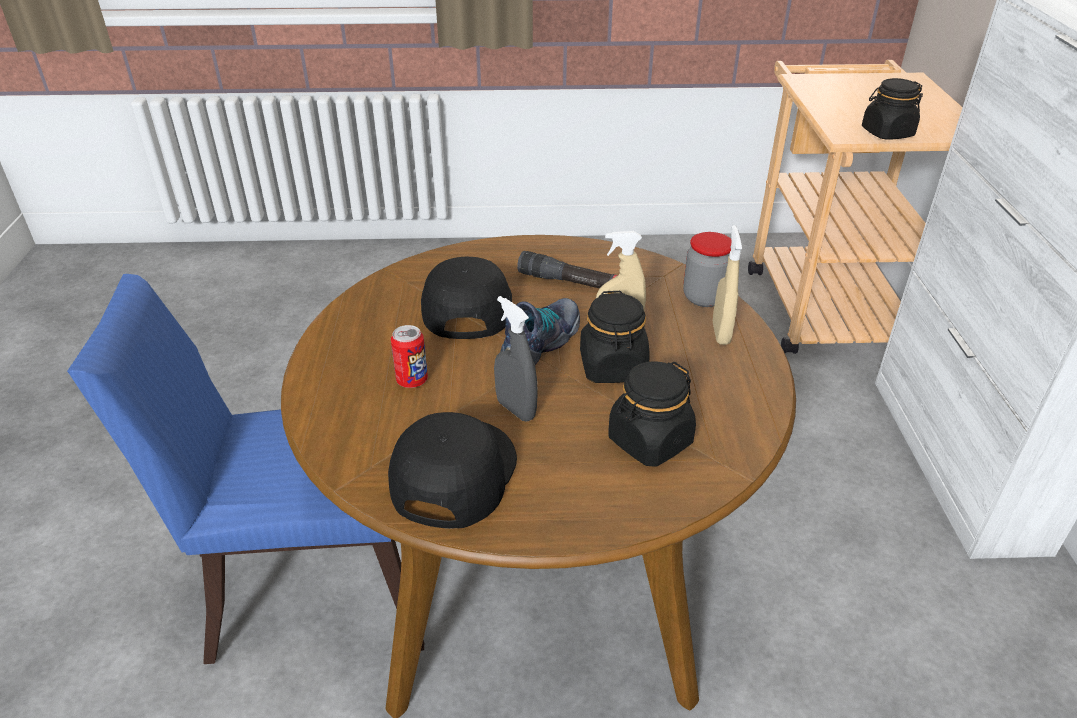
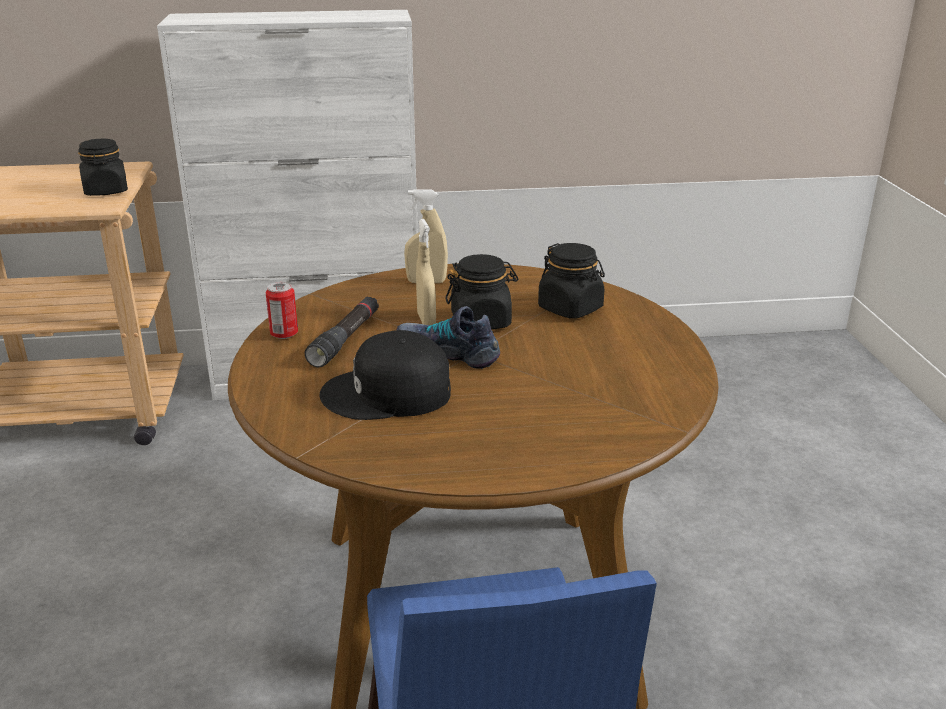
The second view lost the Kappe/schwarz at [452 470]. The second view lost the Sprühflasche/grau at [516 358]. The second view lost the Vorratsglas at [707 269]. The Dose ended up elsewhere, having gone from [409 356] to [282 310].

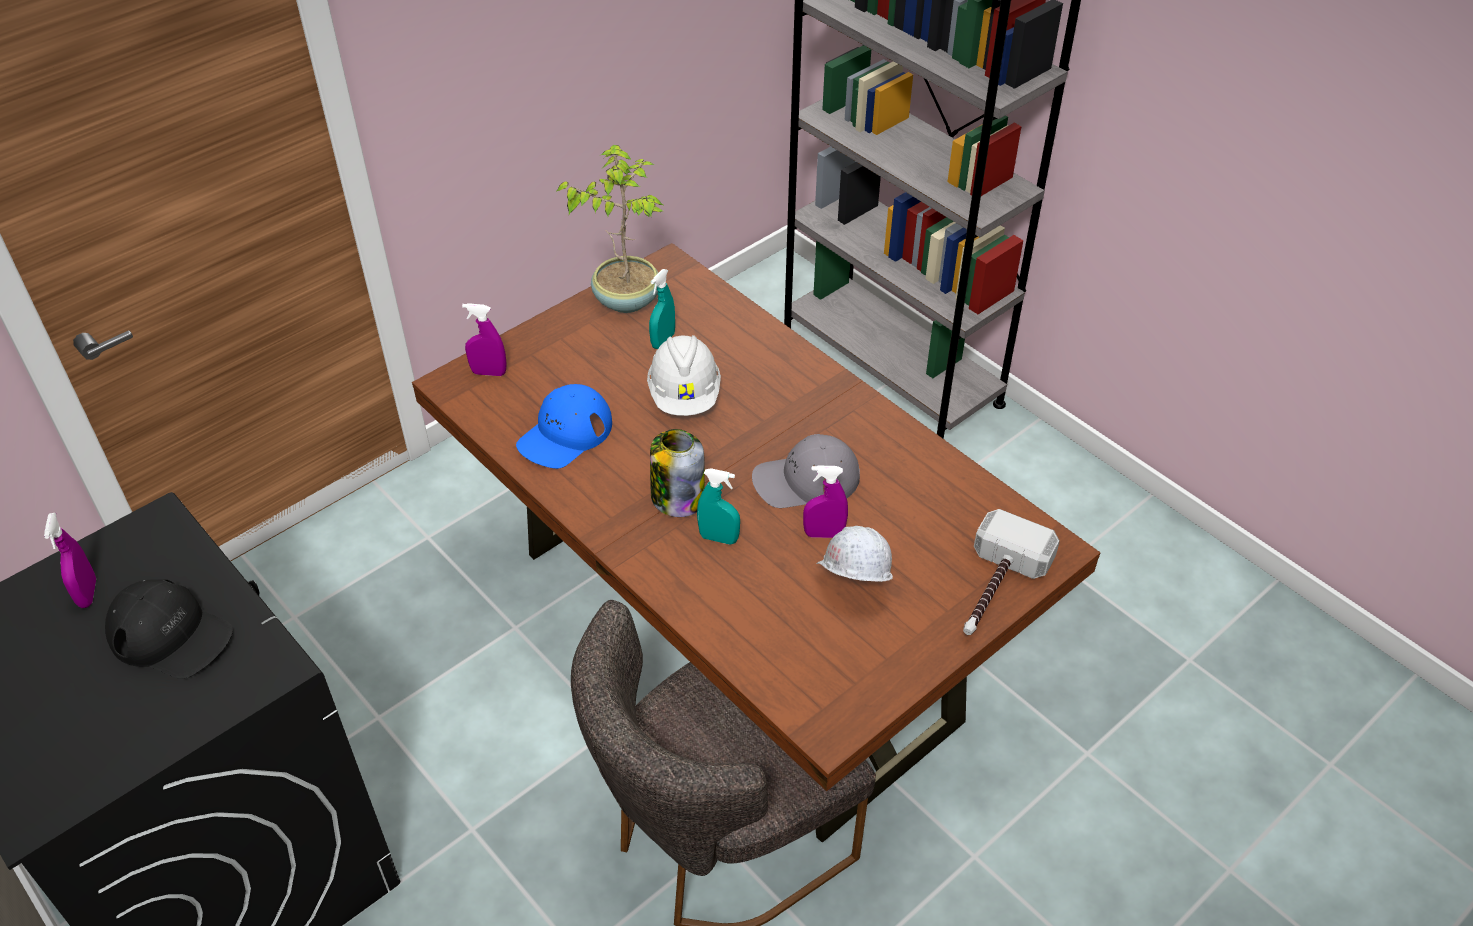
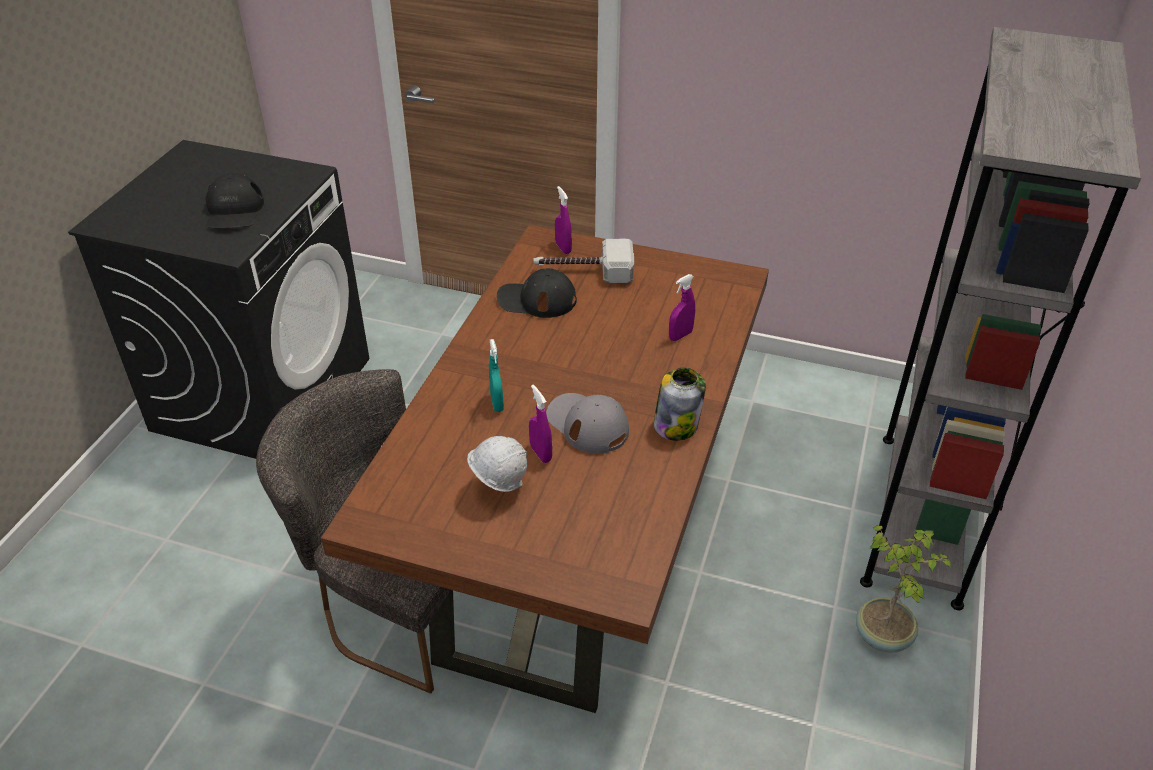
The second view lost the Schutzhelm/weiß at [684 375]. The second view lost the Sprühflasche/türkis at [662 309]. The Sprühflasche/lila ended up elsewhere, having gone from [70 560] to [682 307]. The Topfpflanze ended up elsewhere, having gone from [610 229] to [904 589]. The Vorratsglas ended up elsewhere, having gone from [677 473] to [680 404]. The Hammer ended up elsewhere, having gone from [1011 572] to [584 261]. What was the Kappe/blau at [564 426] turned into the Kappe/schwarz at [537 293].

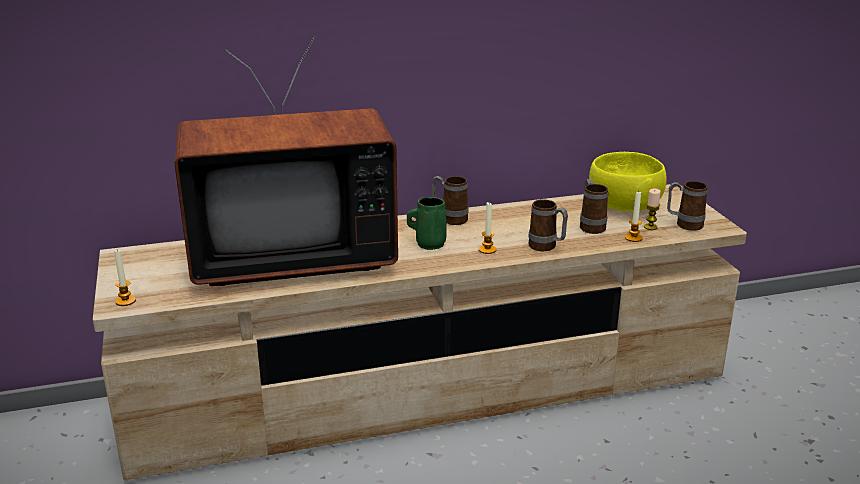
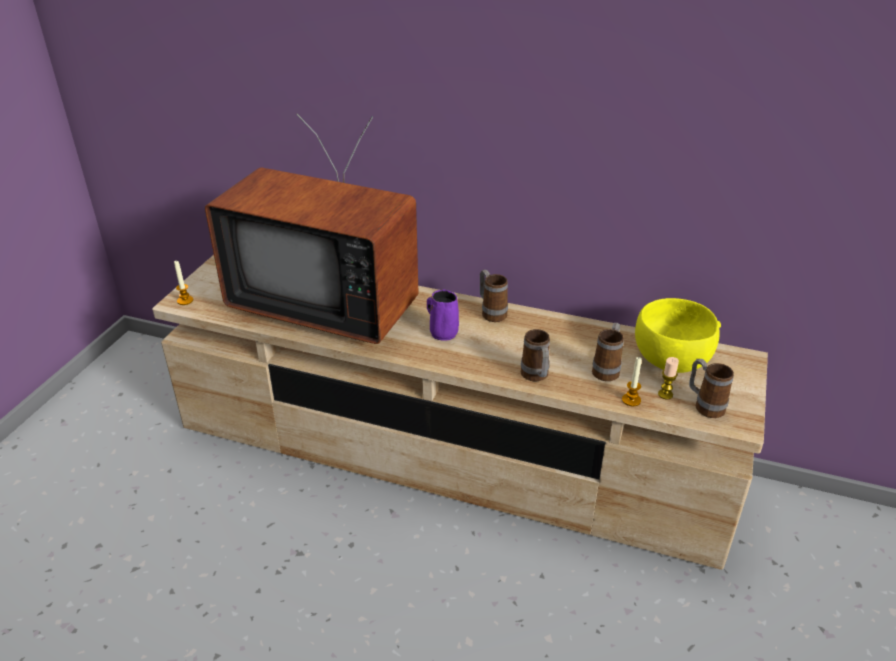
The second view lost the Kerze at [488 228]. What was the Henkelbecher/grün at [427 223] turned into the Henkelbecher/lila at [443 315].

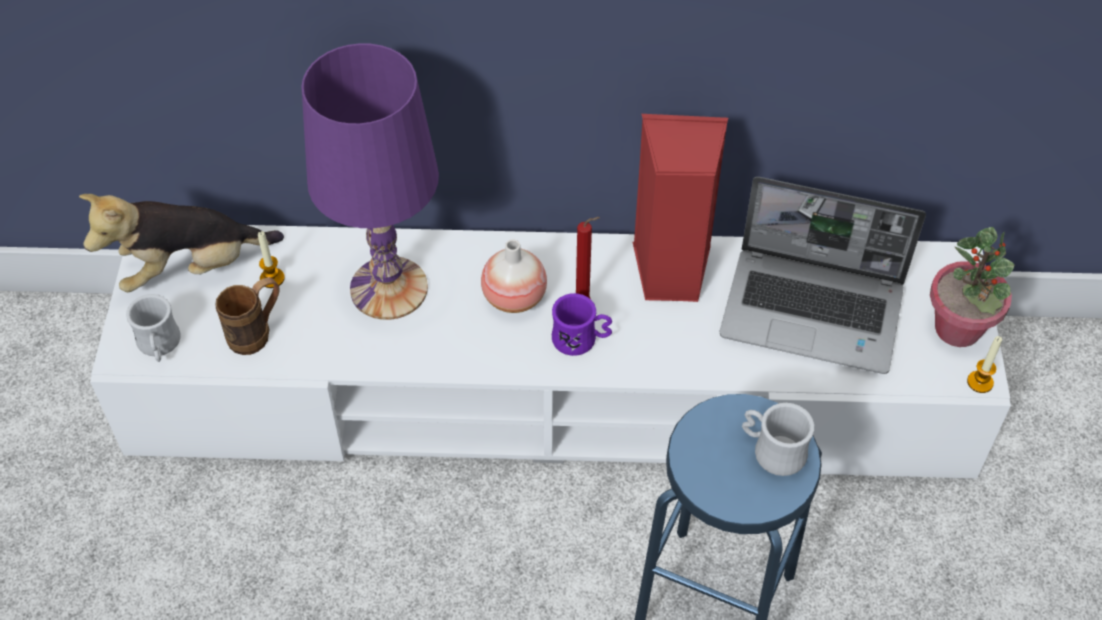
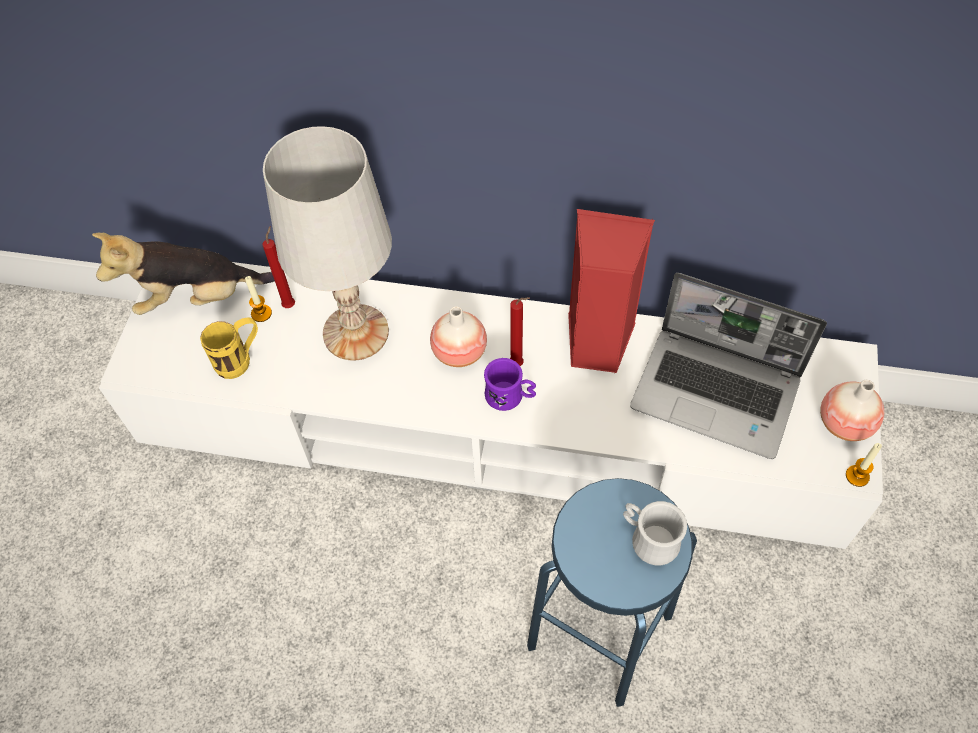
The second view lost the Henkelbecher/weiß at [153 328]. The second view gained the Kerze/rot at [278 267]. Where the Topfpflanze stood at [972 287], the Vase came to stand at [852 410]. What was the Henkelbecher/braun at [247 316] turned into the Henkelbecher/gelb at [229 348]. What was the Tischlampe/lila at [370 181] turned into the Tischlampe/weiß at [327 243].

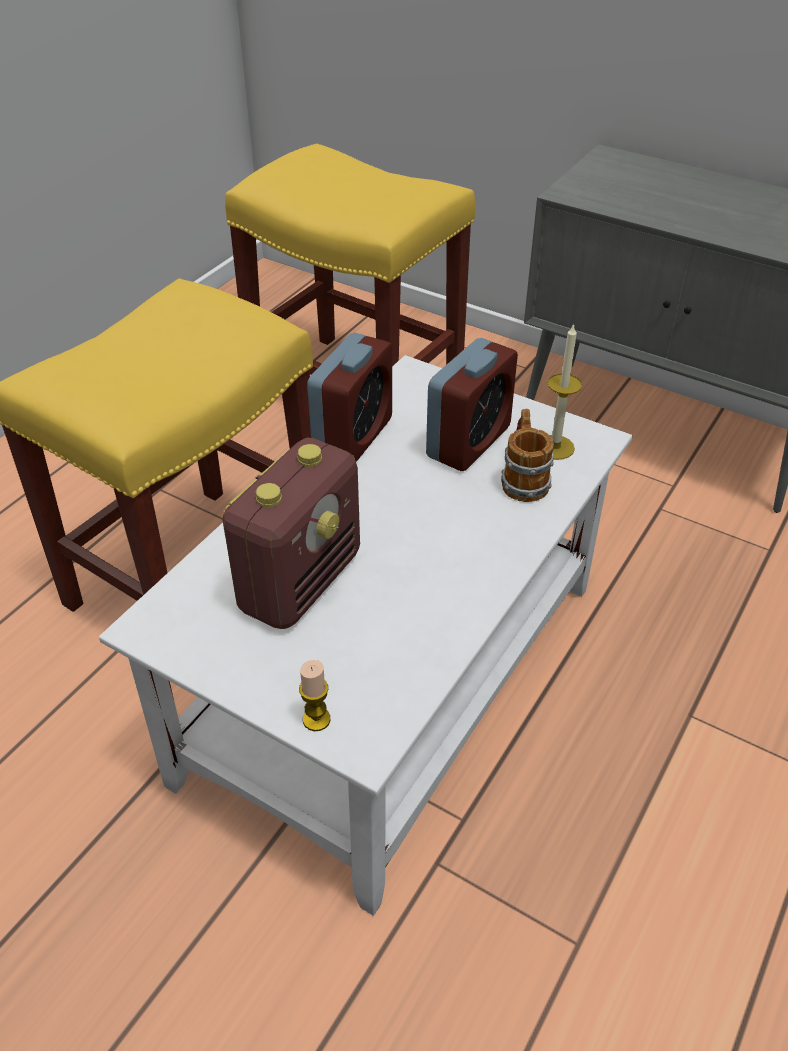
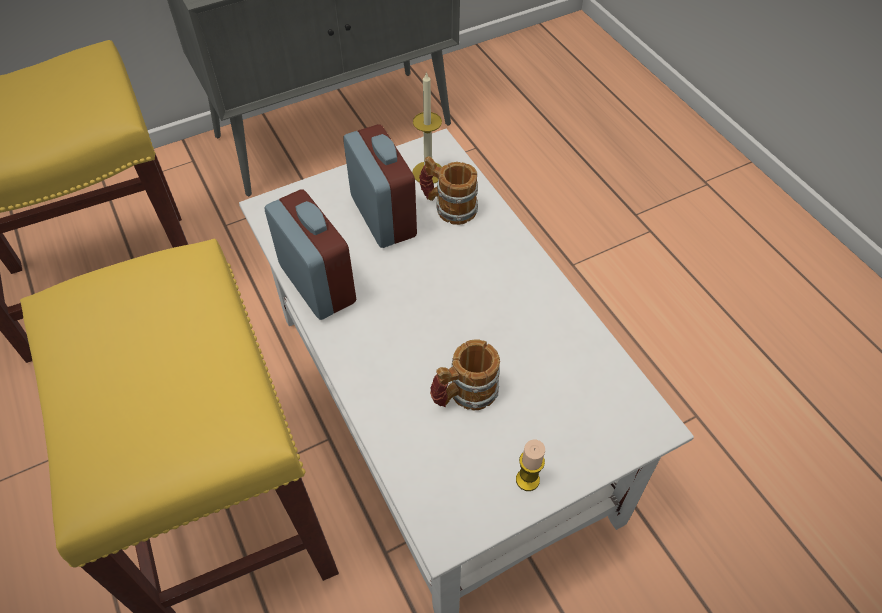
The Kerze ended up elsewhere, having gone from [314 695] to [530 465]. Where the Radio stood at [291 533], the Henkelbecher came to stand at [465 375].

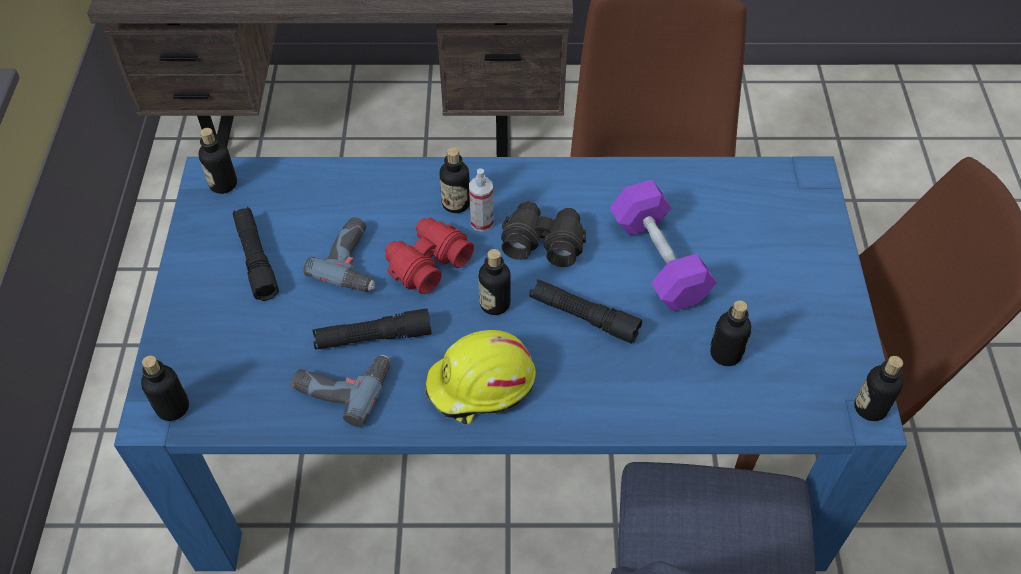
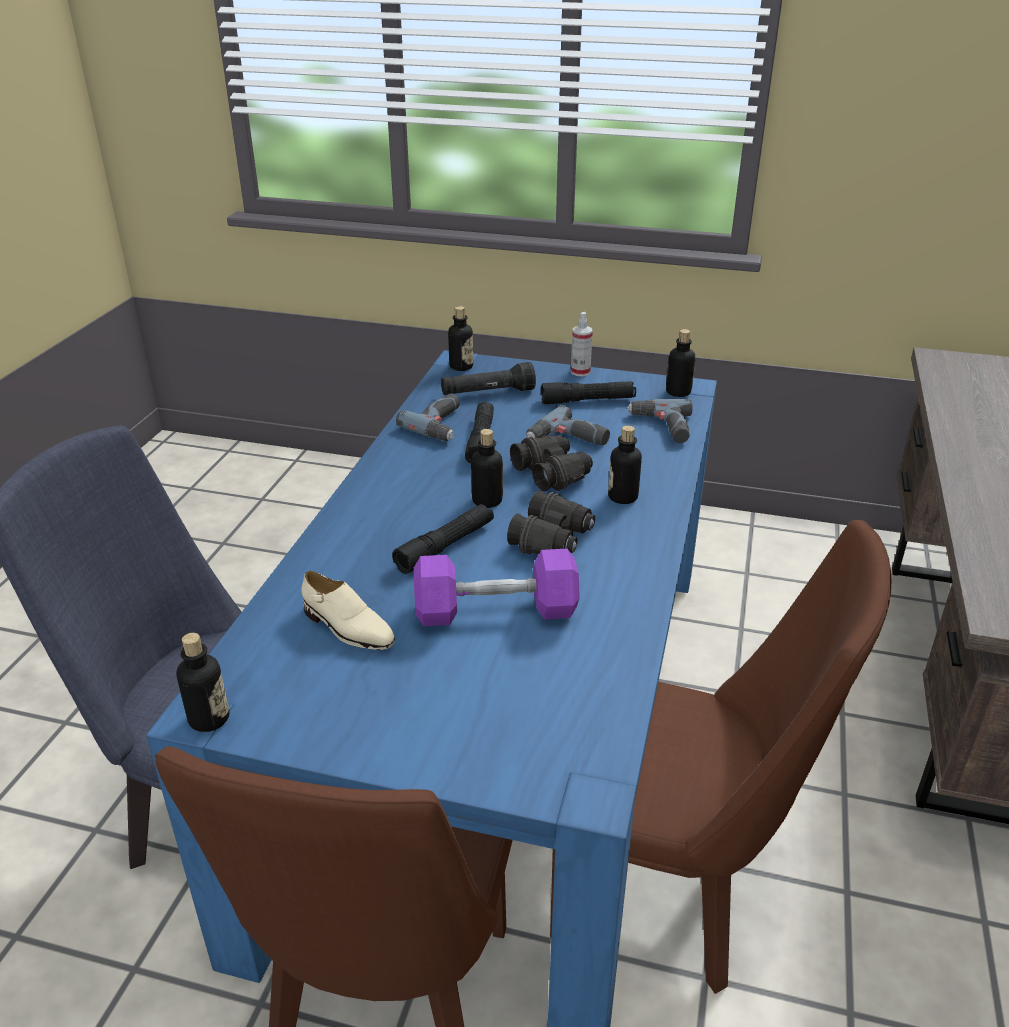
The second view lost the Schutzhelm/gelb at [481 377]. The second view gained the Taschenlampe/schwarz at [488 378]. The second view gained the Bohrmaschine at [660 421]. The Sprühflasche ended up elsewhere, having gone from [481 200] to [582 344]. Where the Flasche stood at [730 333], the Schuh/beige came to stand at [348 610]. What was the Fernglas/rot at [429 256] turned into the Fernglas/schwarz at [551 463].

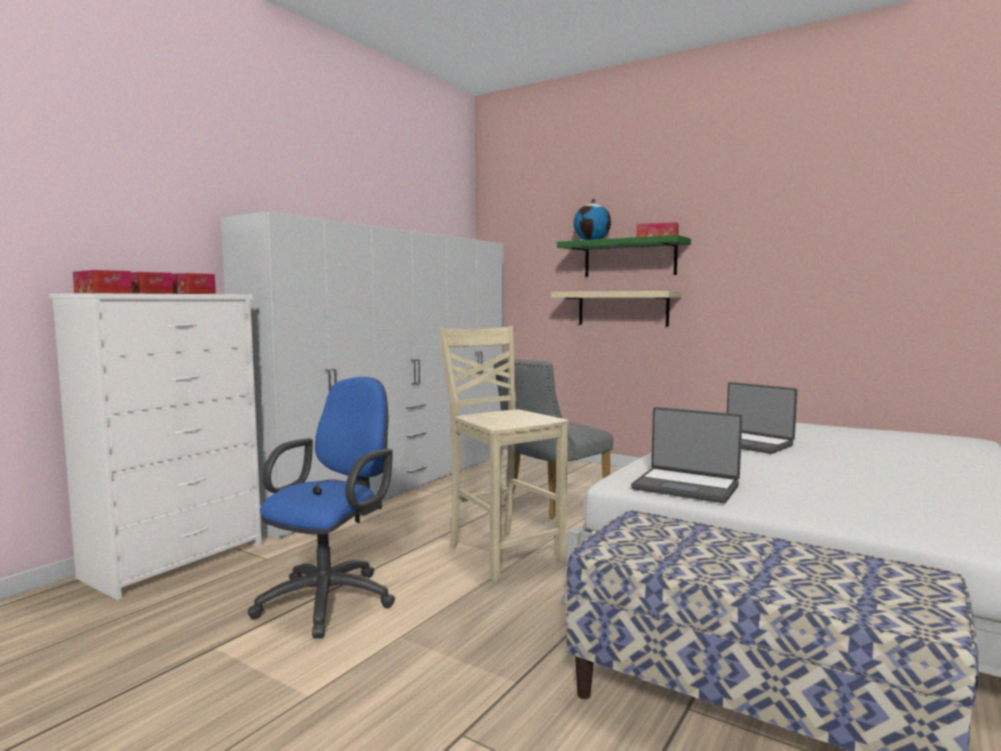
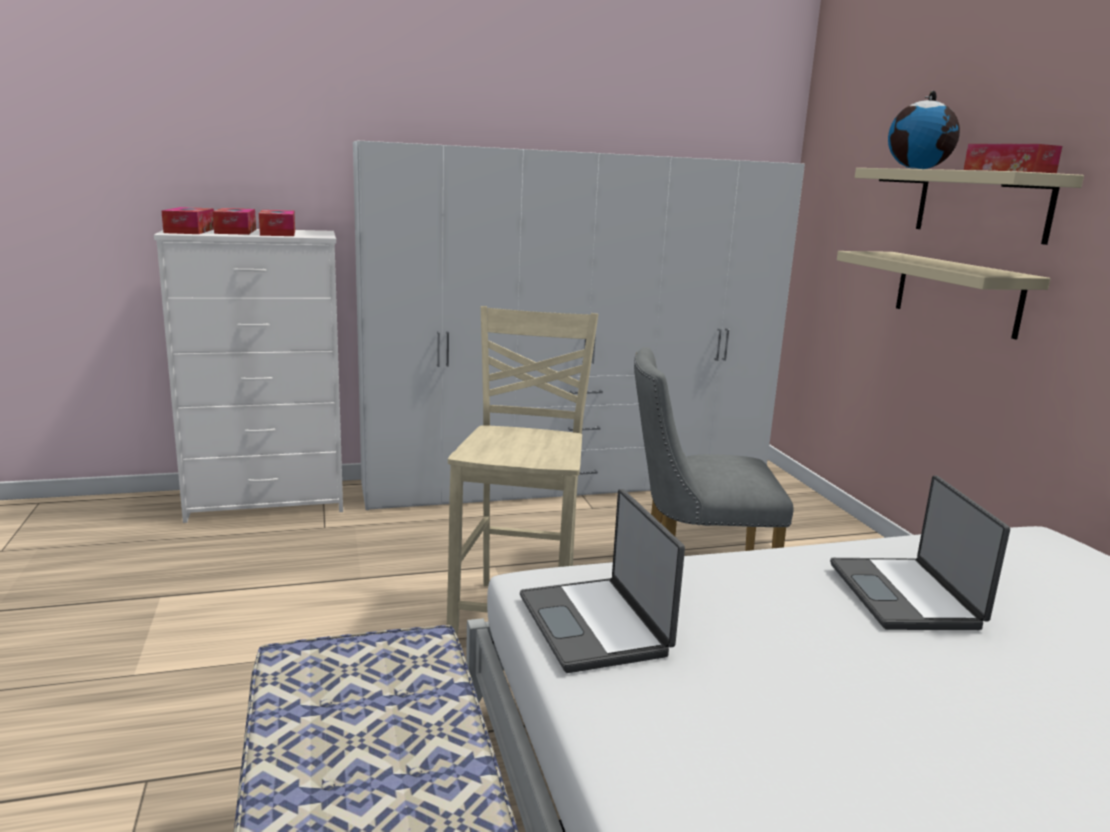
The second view lost the Bürostuhl/blau at [321 508]. What was the Wandregal/grün at [624 256] turned into the Wandregal/beige at [969 206].

